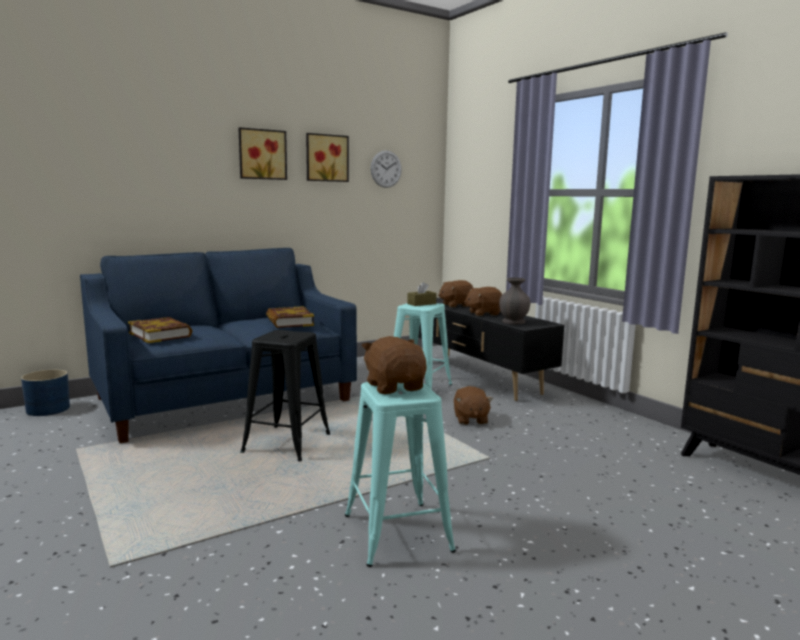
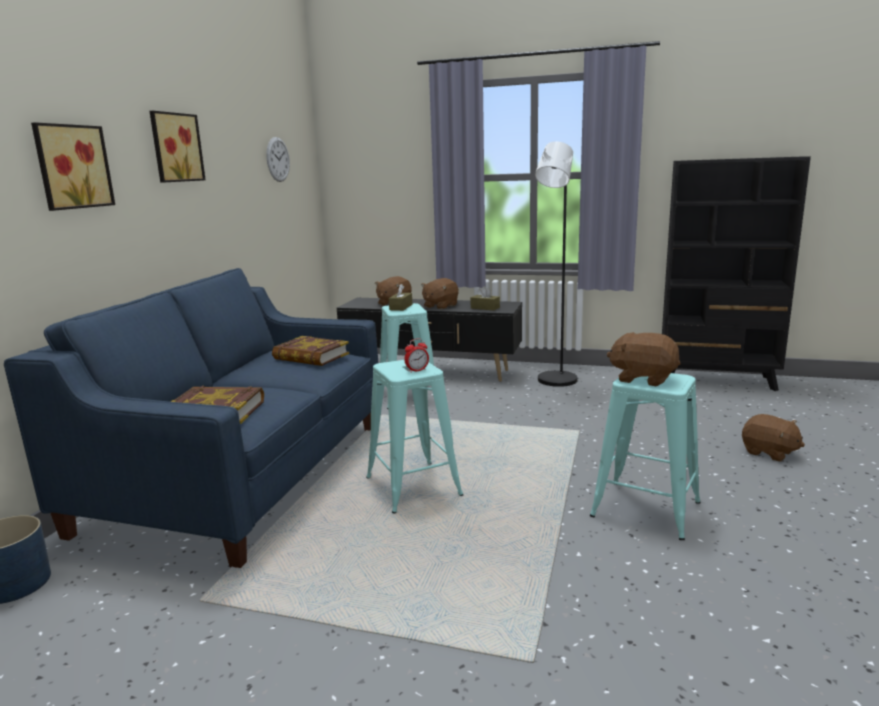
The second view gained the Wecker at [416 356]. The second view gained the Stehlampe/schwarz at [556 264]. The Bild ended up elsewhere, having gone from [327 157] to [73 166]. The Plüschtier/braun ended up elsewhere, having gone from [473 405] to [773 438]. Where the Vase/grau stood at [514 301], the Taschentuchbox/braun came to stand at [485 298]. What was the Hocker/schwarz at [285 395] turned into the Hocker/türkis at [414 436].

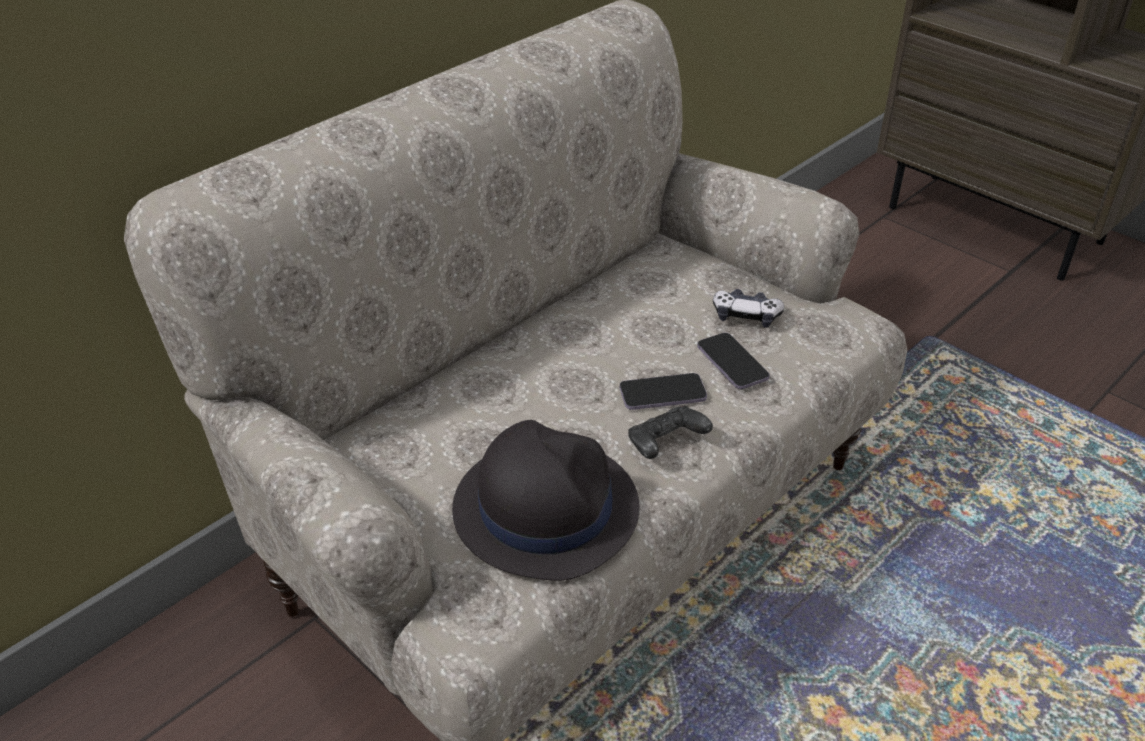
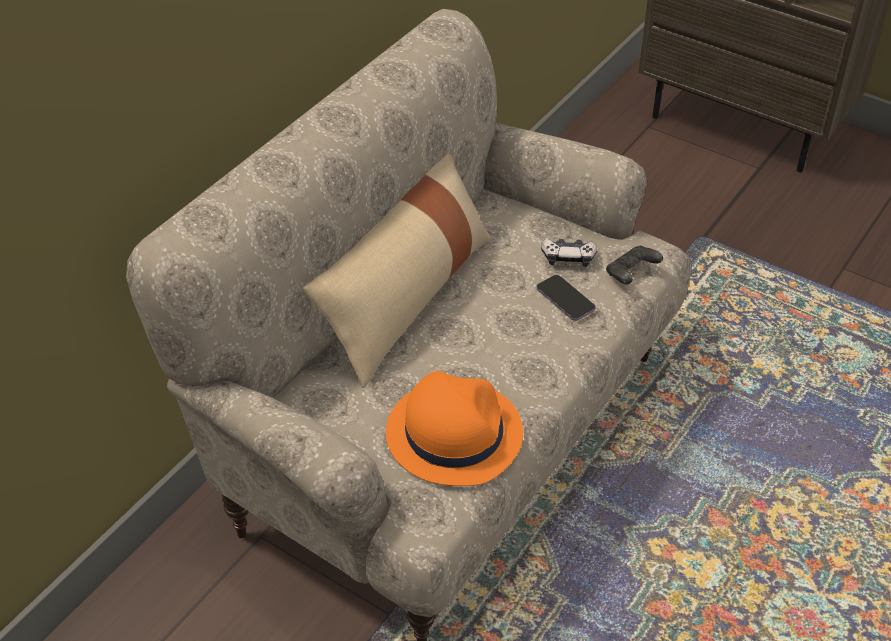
The second view lost the Handy at [663 391]. The second view gained the Kissen/beige at [397 271]. The Gamepad/schwarz ended up elsewhere, having gone from [670 432] to [634 265]. What was the Hut/schwarz at [546 500] turned into the Hut/orange at [454 428].

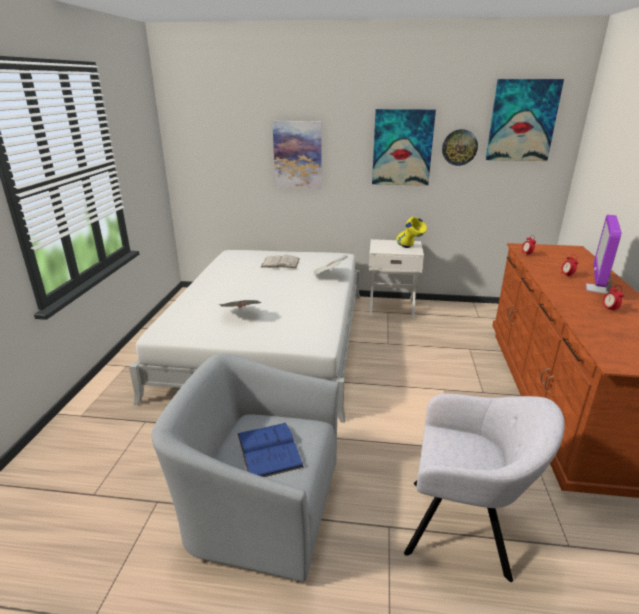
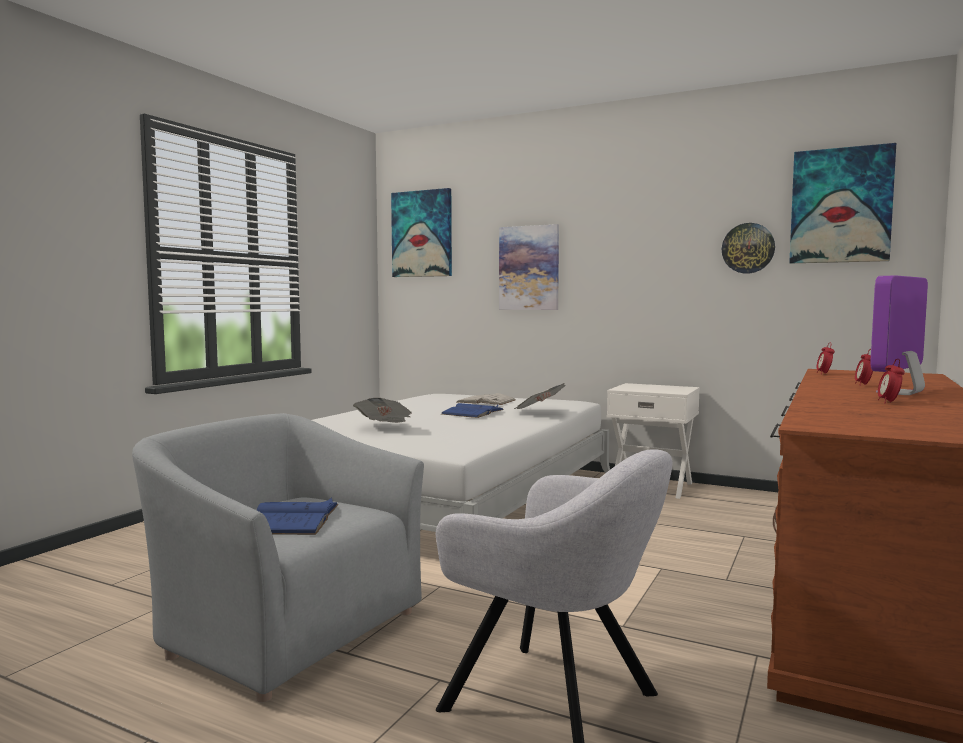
The second view lost the Vase/gelb at [411 232]. The second view gained the Buch/blau at [473 410]. The Bild ended up elsewhere, having gone from [404 147] to [421 232].

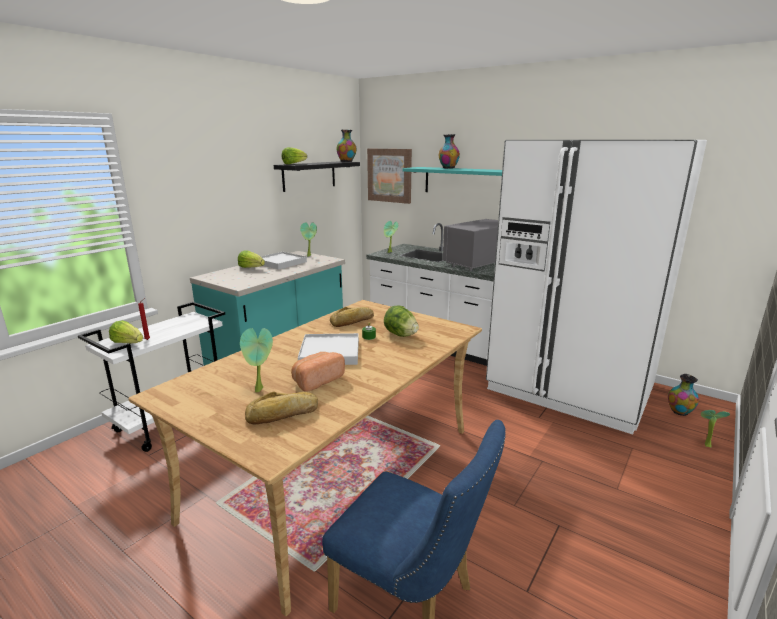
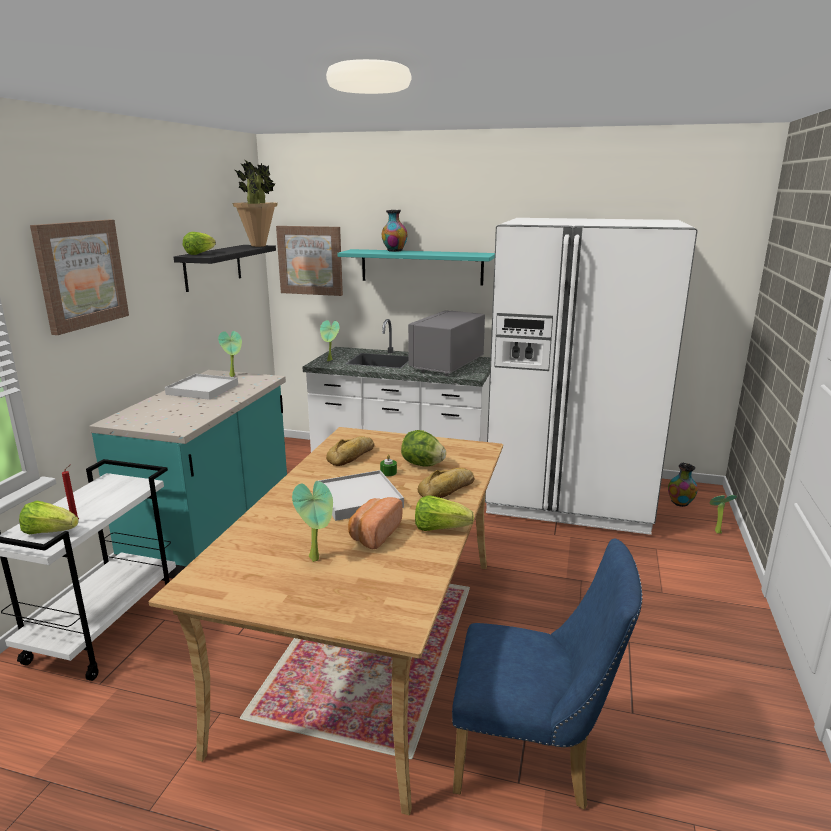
The second view gained the Bild at [79 277]. The Salatkopf ended up elsewhere, having gone from [251 259] to [444 513]. The Brot ended up elsewhere, having gone from [281 408] to [446 483]. Where the Vase stood at [346 146], the Topfpflanze came to stand at [255 203].

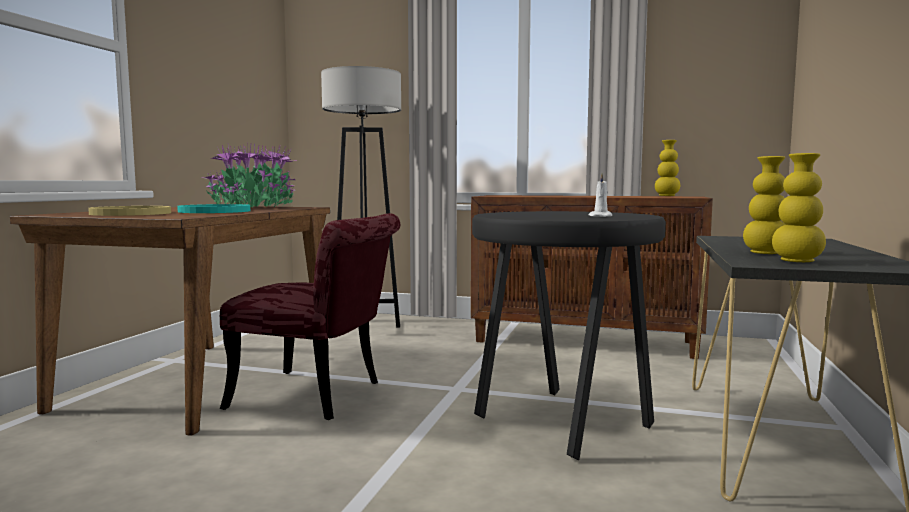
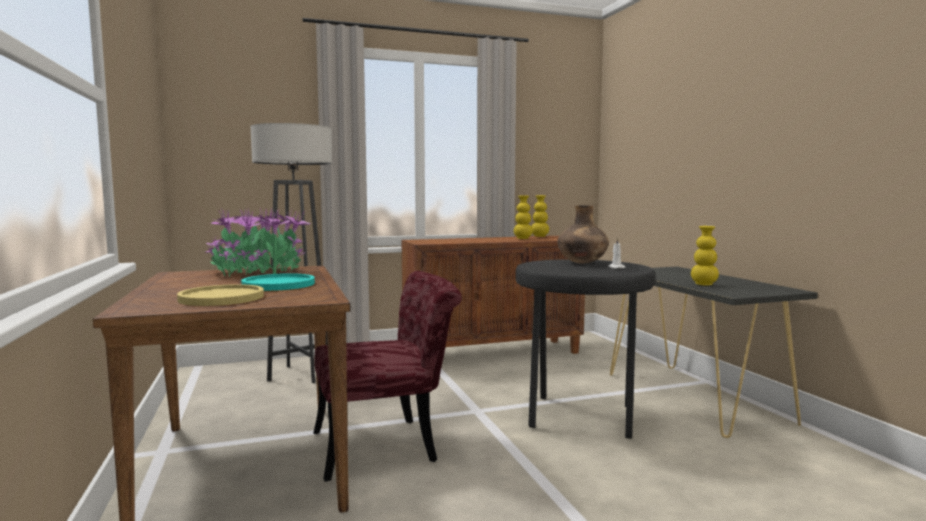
The second view gained the Vase/braun at [583 234]. The Vase/gelb ended up elsewhere, having gone from [799 207] to [523 217].

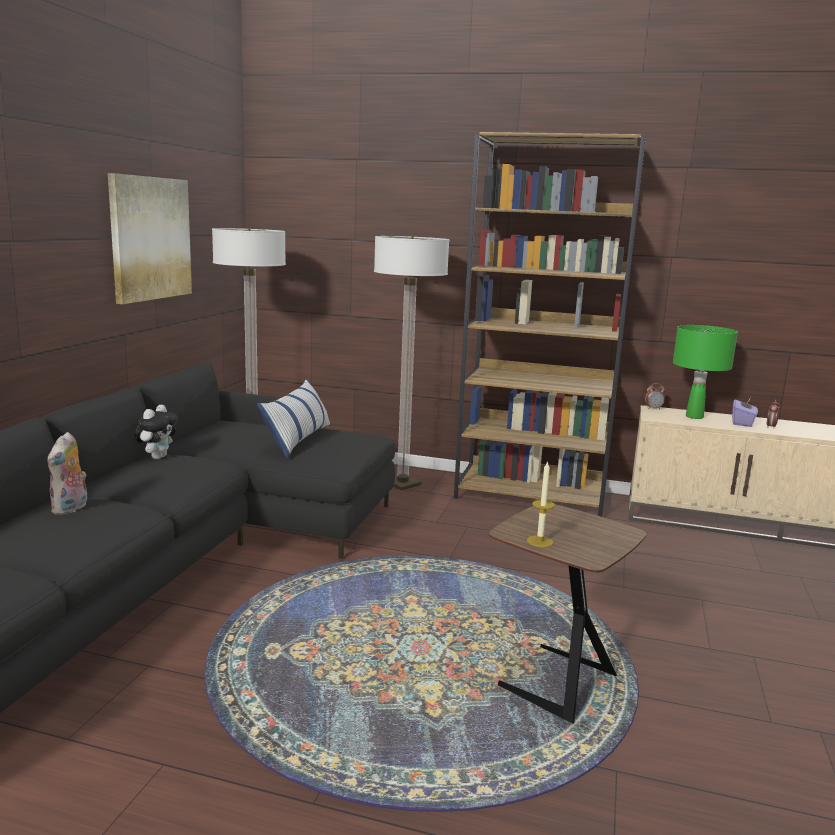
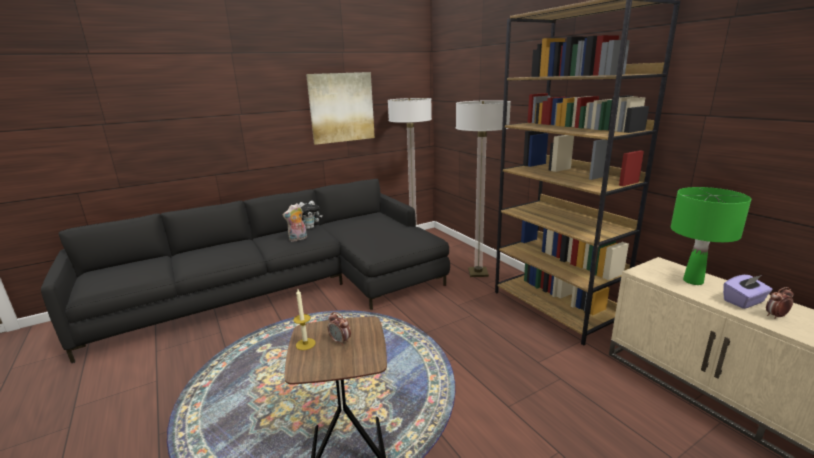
The second view lost the Kissen at [294 418]. The Plüschtier ended up elsewhere, having gone from [67 473] to [295 222]. The Wecker ended up elsewhere, having gone from [654 396] to [339 329].

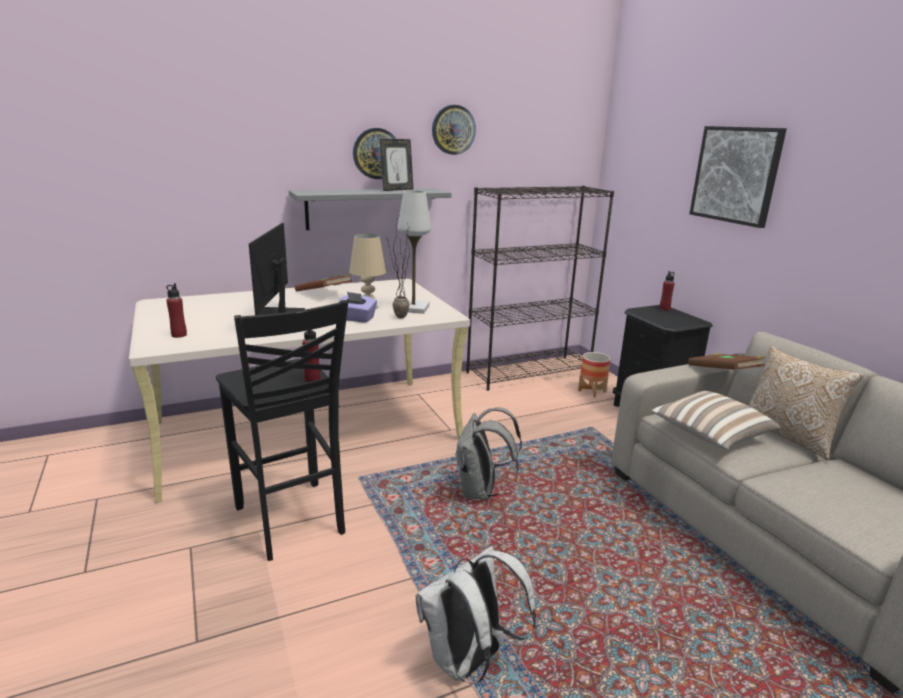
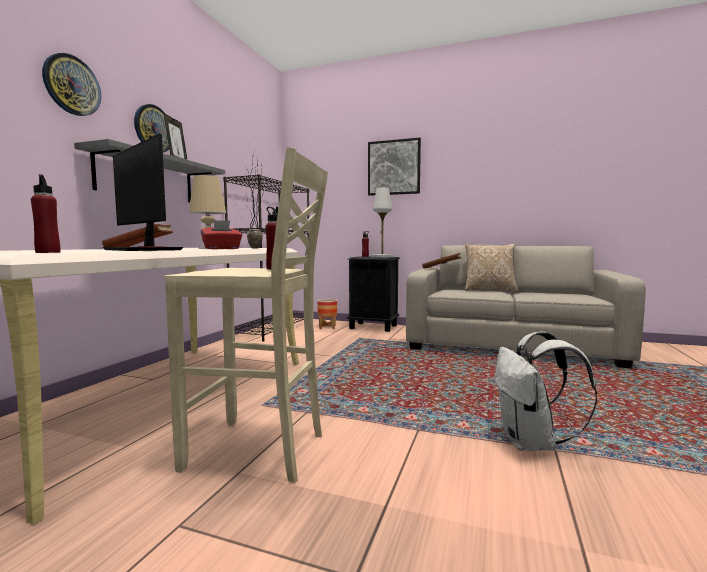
The second view lost the Rucksack/grau at [488 454]. The second view lost the Kissen at [715 420]. The Tischlampe/weiß ended up elsewhere, having gone from [414 252] to [382 223]. The Wanduhr ended up elsewhere, having gone from [454 130] to [71 84]. What was the Hocker/schwarz at [282 430] turned into the Hocker/beige at [246 315]. What was the Taschentuchbox/lila at [357 307] turned into the Taschentuchbox/rot at [221 234].

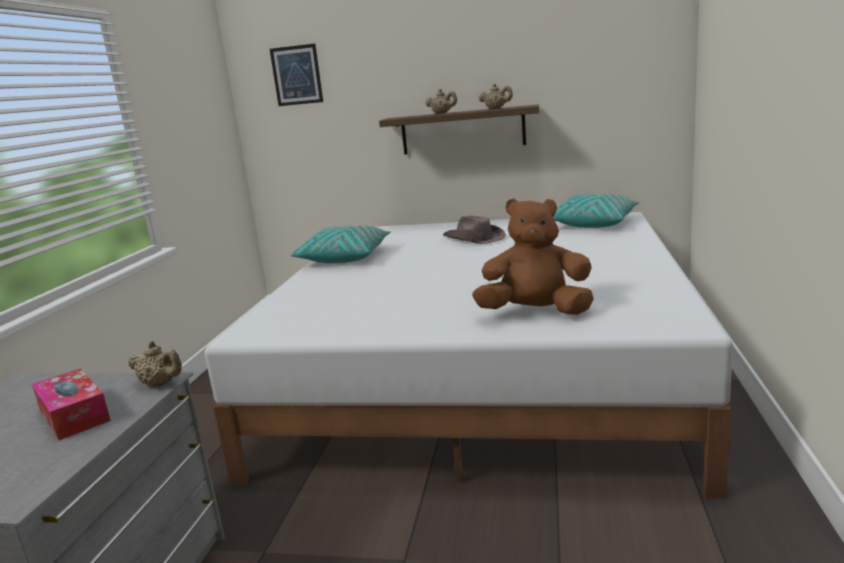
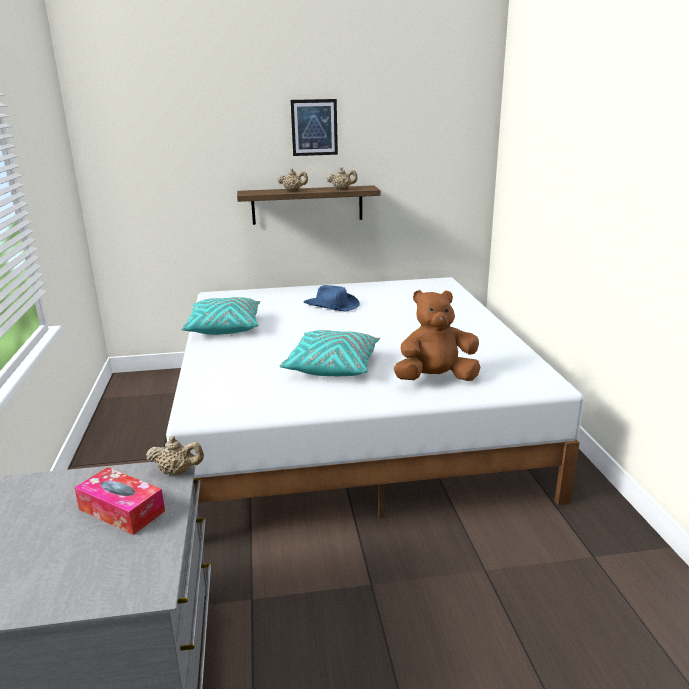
The Bild ended up elsewhere, having gone from [296 75] to [314 127]. The Kissen/türkis ended up elsewhere, having gone from [596 211] to [330 353]. What was the Hut/braun at [474 230] turned into the Hut/blau at [331 298].

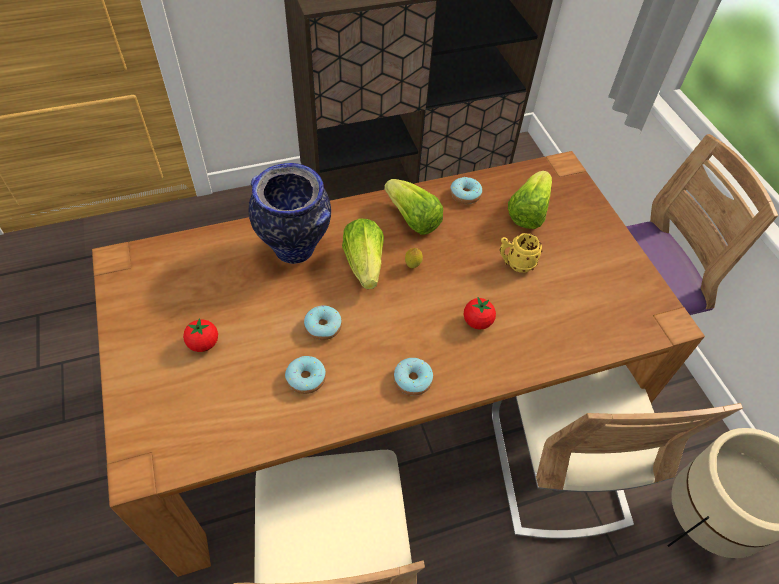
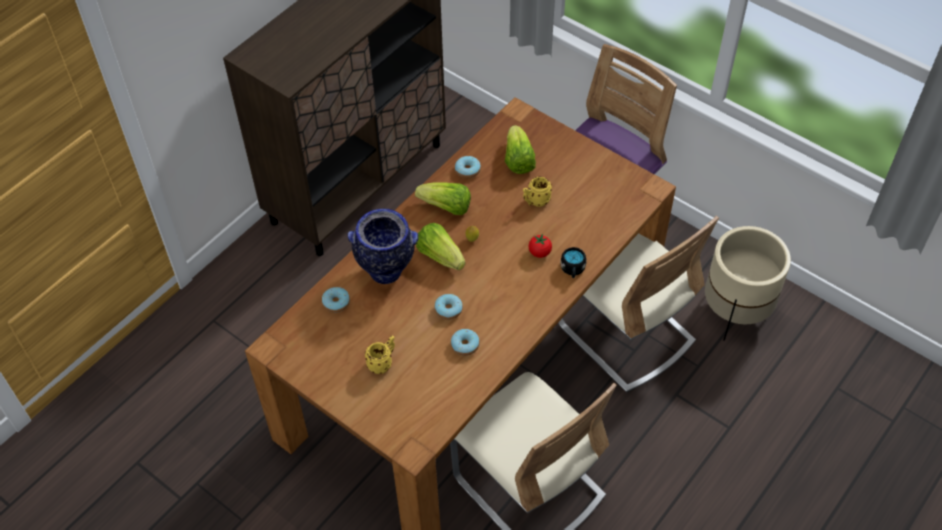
The second view gained the Henkelbecher/schwarz at [573 262]. The Donut ended up elsewhere, having gone from [413 377] to [336 300]. Where the Tomate stood at [200 335], the Henkelbecher/gelb came to stand at [380 354].

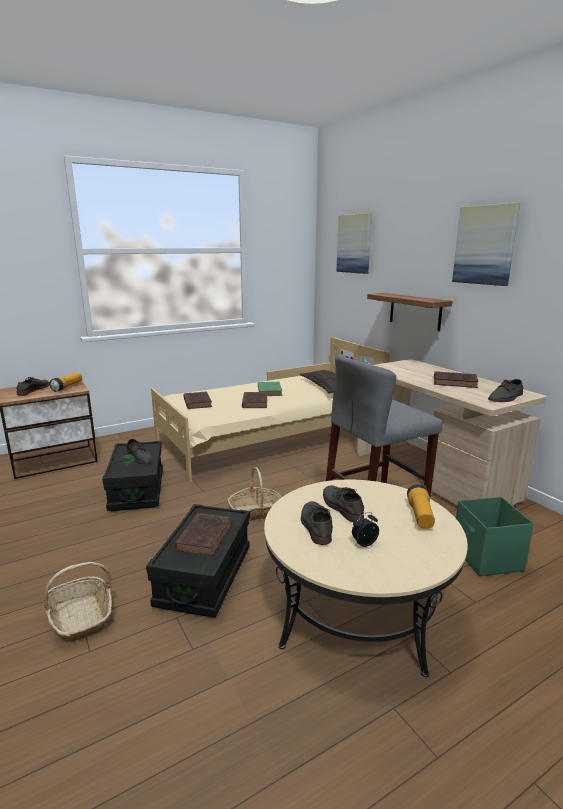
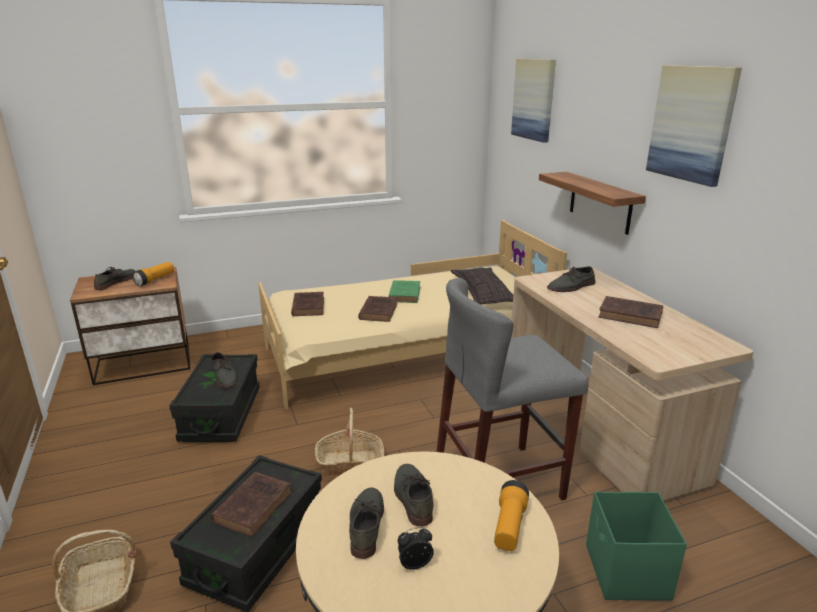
The Schuh/grau ended up elsewhere, having gone from [506 390] to [571 279].

